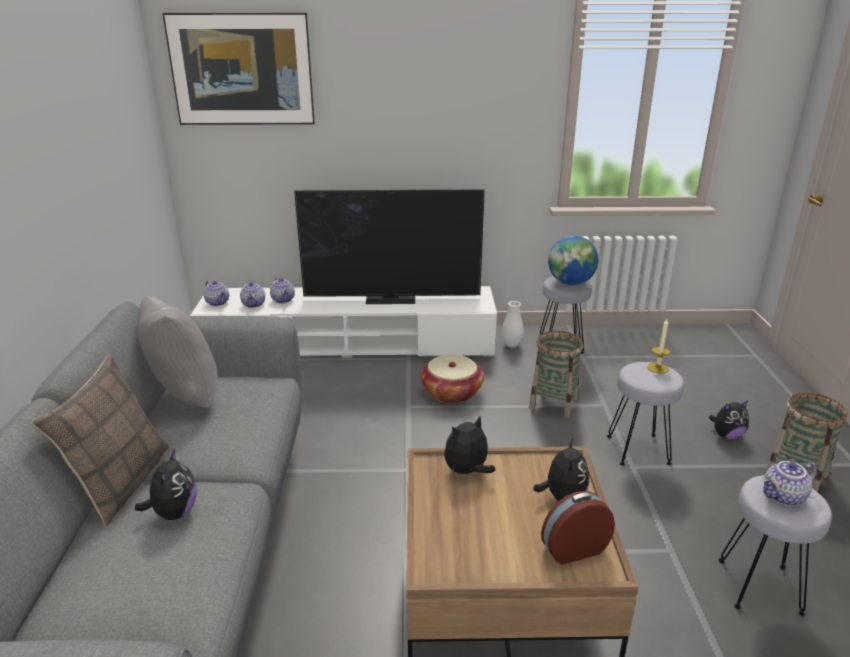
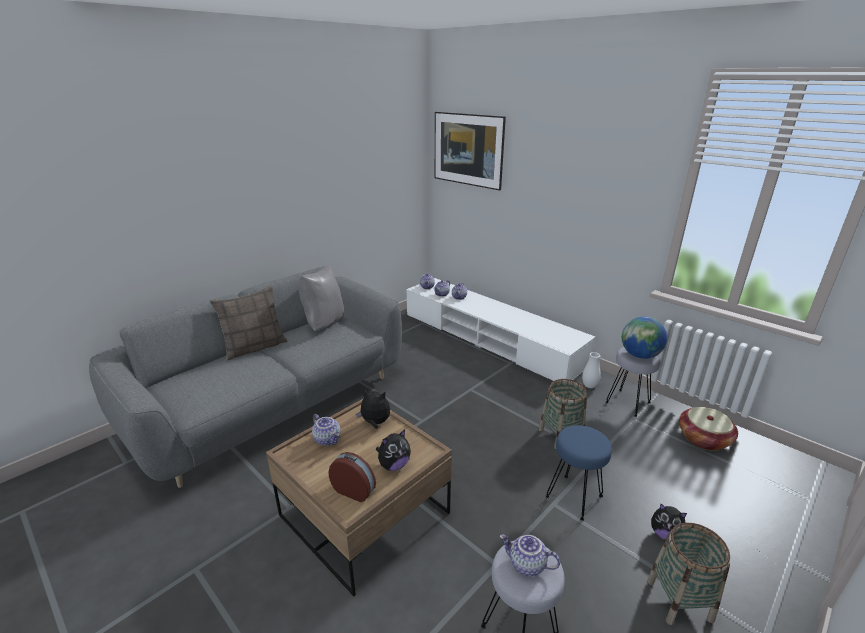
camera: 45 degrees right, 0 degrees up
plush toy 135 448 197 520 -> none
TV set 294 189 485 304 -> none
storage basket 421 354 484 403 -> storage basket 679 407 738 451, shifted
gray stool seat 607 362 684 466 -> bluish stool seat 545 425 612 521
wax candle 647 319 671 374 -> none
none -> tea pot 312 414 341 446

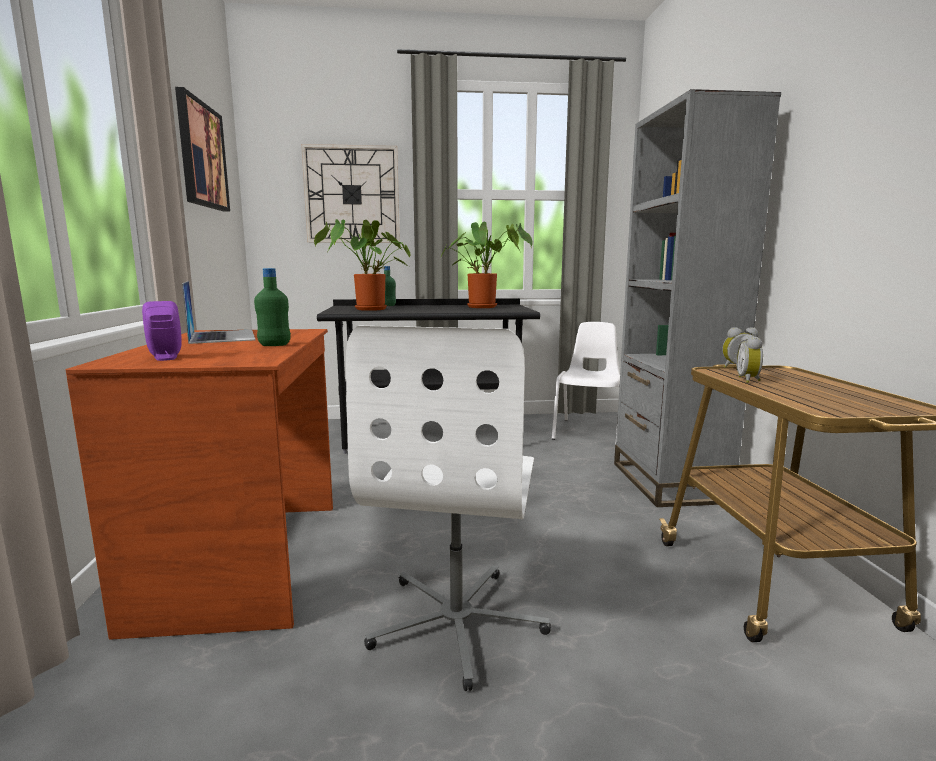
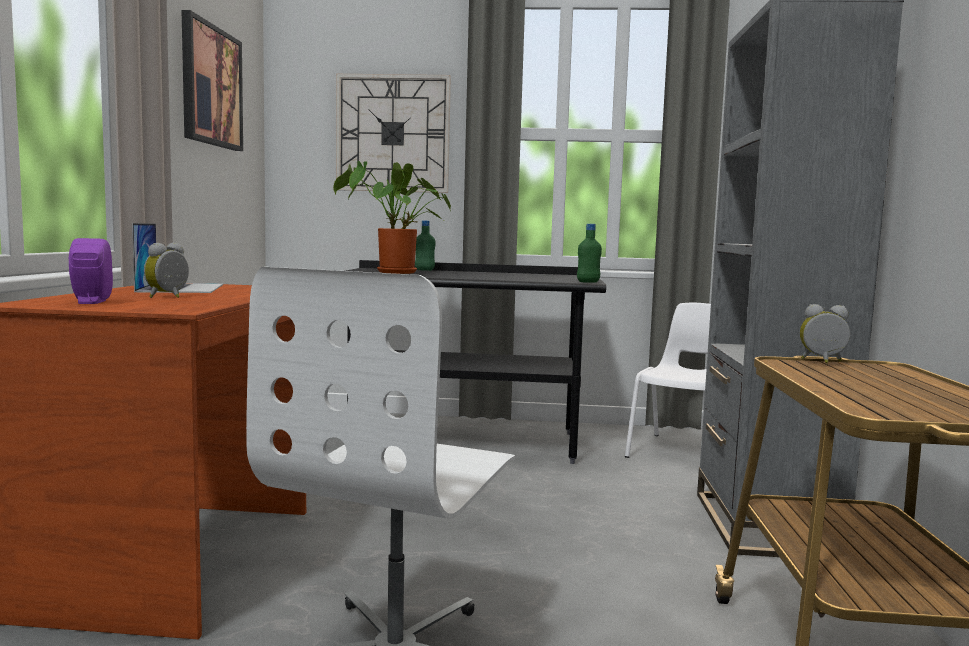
camera: 10 degrees right, 5 degrees down
greenish bottle 254 268 291 346 -> greenish bottle 577 224 602 283, shifted
plant in a pot 441 222 533 308 -> none
alarm clock 736 334 763 383 -> alarm clock 144 243 189 298, shifted

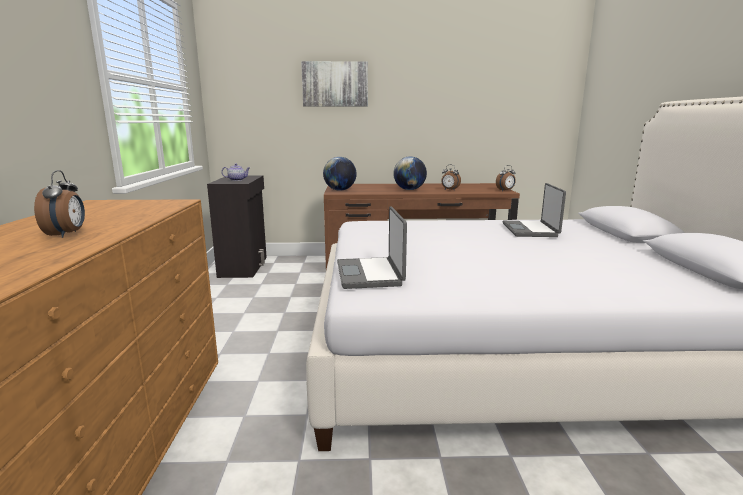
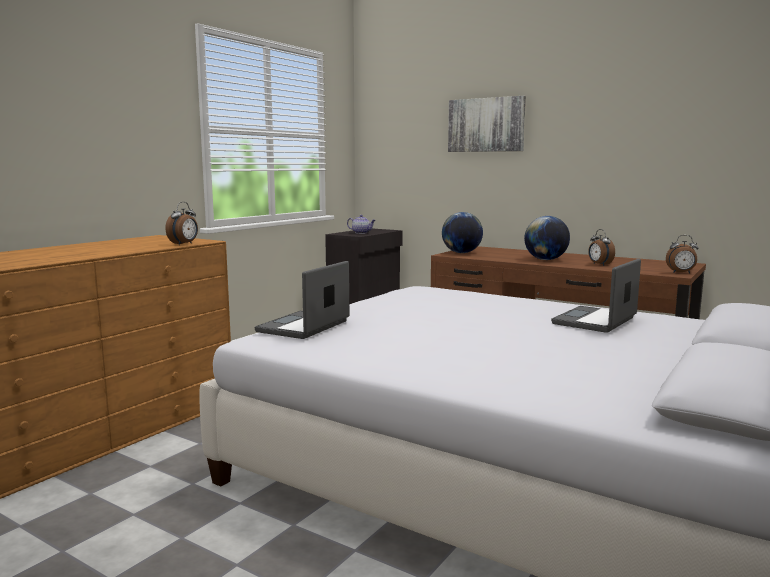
camera: 35 degrees right, 5 degrees down
alarm clock 34 170 85 238 -> alarm clock 165 202 198 245, shifted

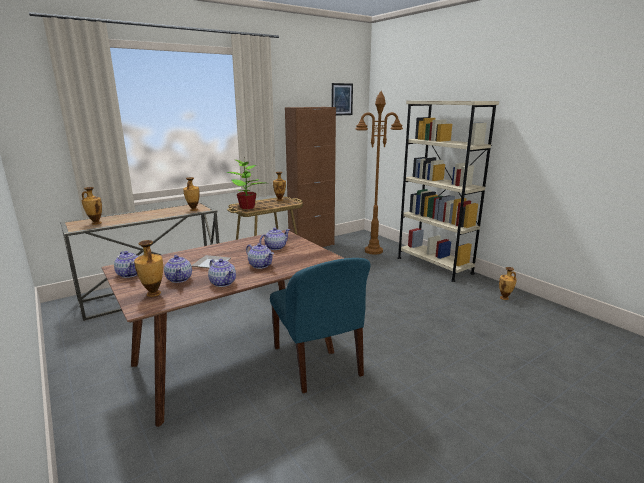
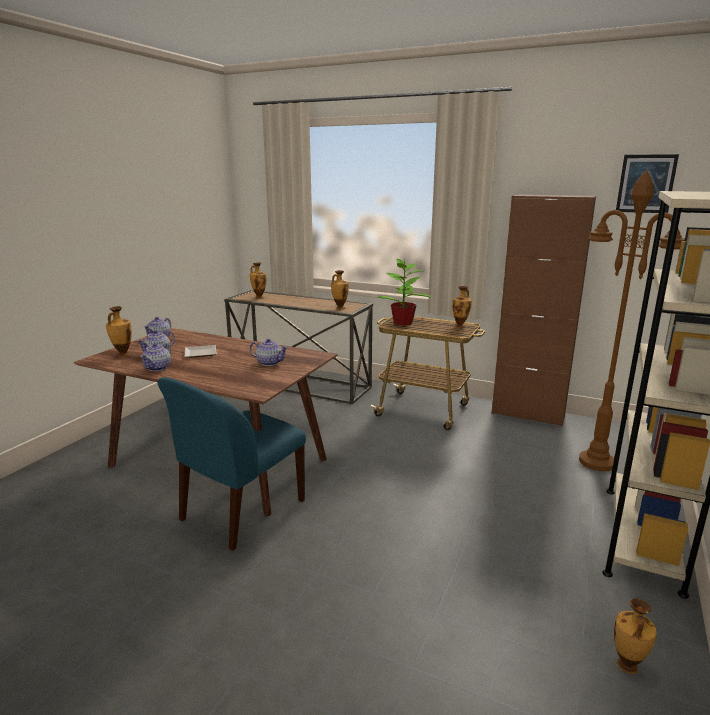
camera: 60 degrees right, 0 degrees up
tea pot 246 243 274 269 -> none

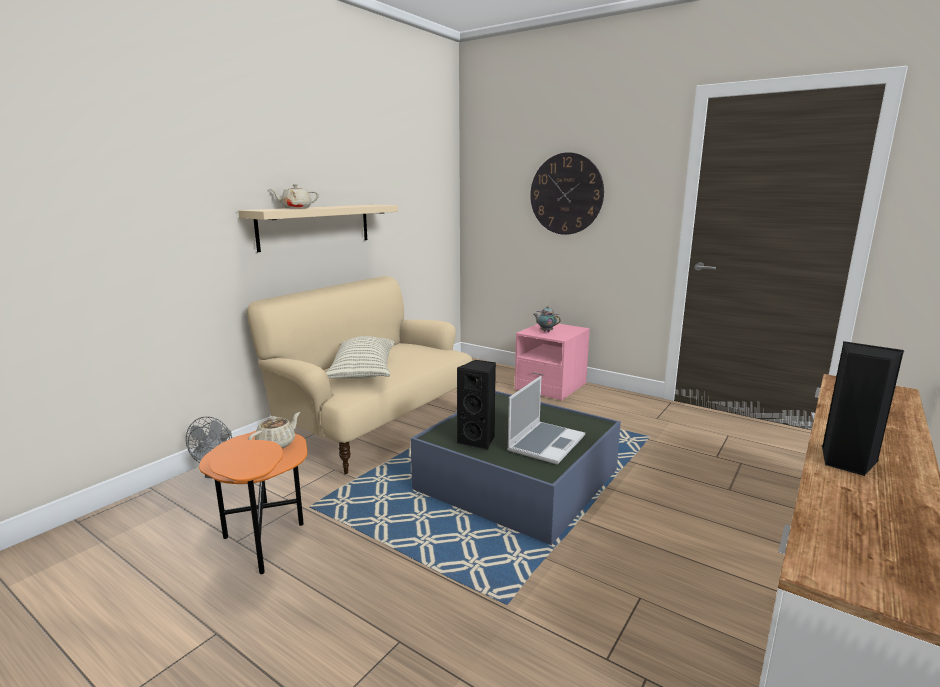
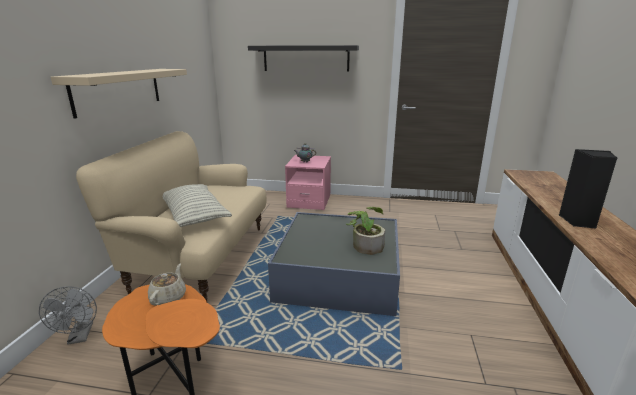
camera: 25 degrees left, 5 degrees up
beige tea pot 270 184 319 209 -> none
blackish speaker 457 360 496 450 -> none
laptop 507 376 585 464 -> plant in a pot 346 207 385 255
wall clock 530 152 604 235 -> blackish bracket shelf 248 45 359 72

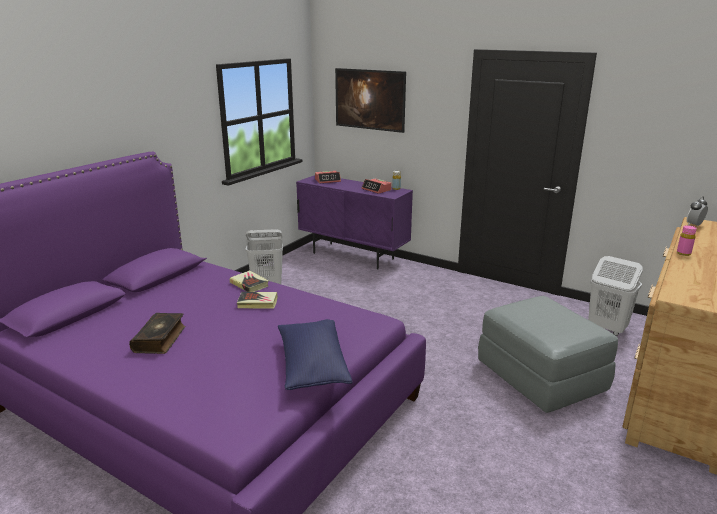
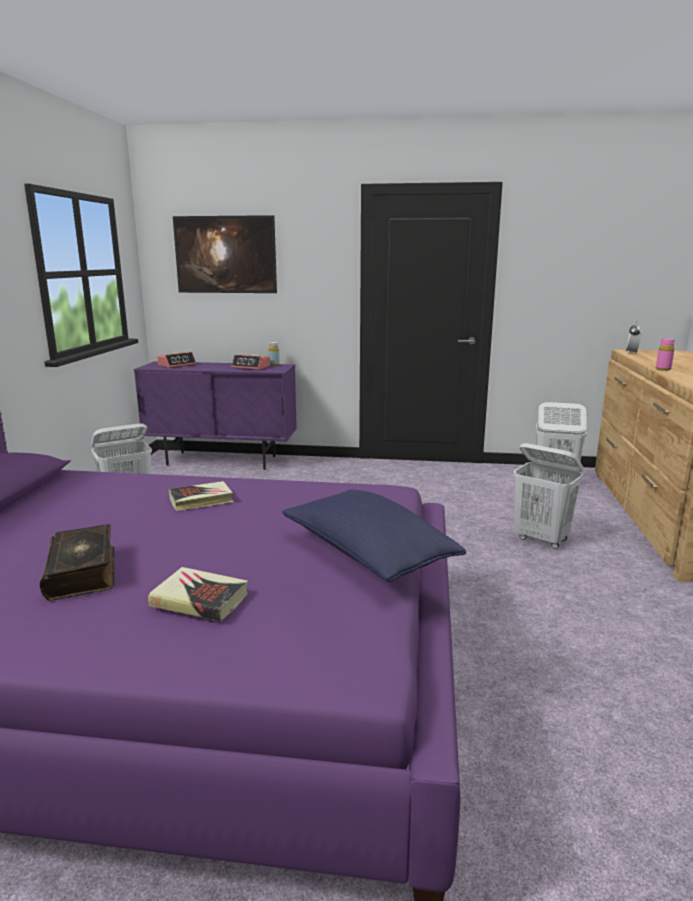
camera: 25 degrees left, 5 degrees down
volume 230 271 269 292 -> volume 148 567 248 621, shifted
gray footrest 478 296 618 413 -> white-coloured washing basket 513 443 583 549

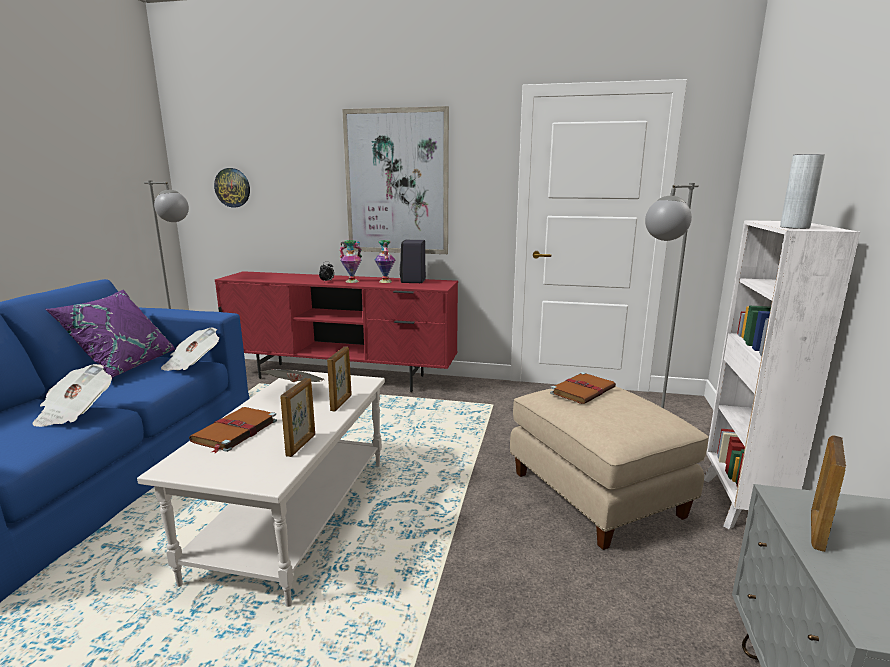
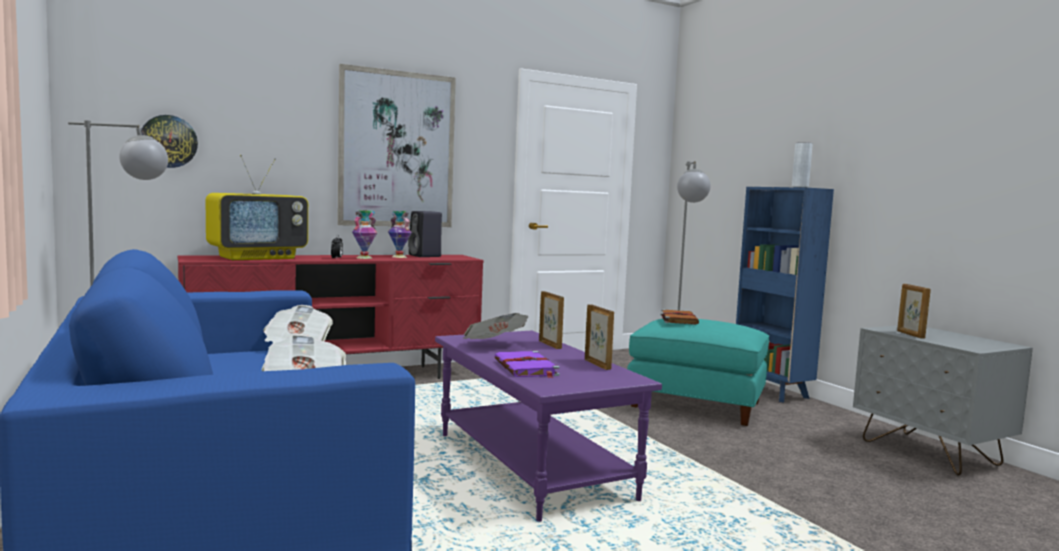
camera: 40 degrees left, 10 degrees down
purplish cushion 45 289 175 378 -> none
white-coloured lounge table 137 370 385 607 -> purplish lounge table 435 331 662 522
brown volume 189 407 277 453 -> purplish volume 495 351 560 378
beige footrest 510 386 709 550 -> turquoise-coloured footrest 627 319 769 426
white-coloured shelving unit 704 220 860 529 -> bluish shelving unit 736 187 834 402
none -> TV set 206 155 308 260

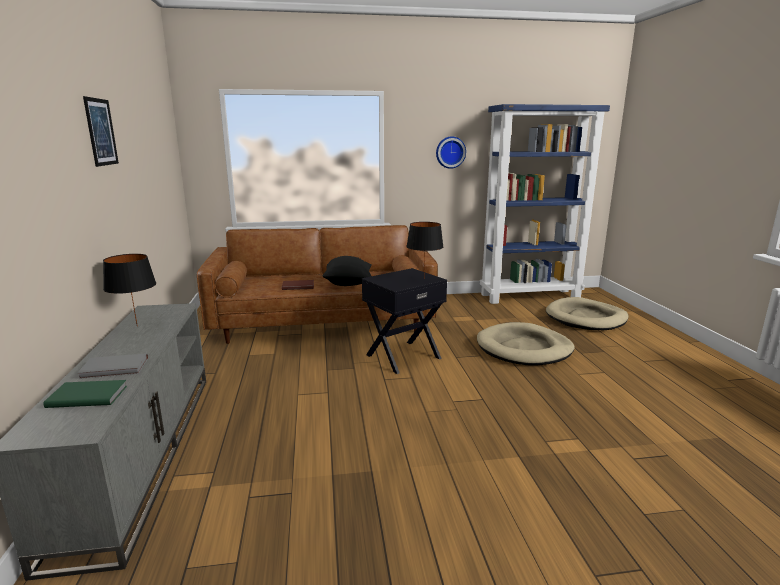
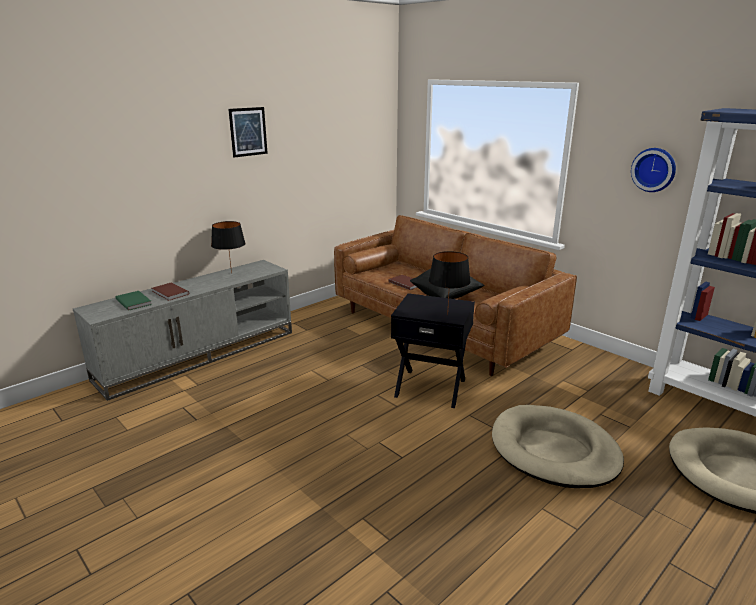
camera: 55 degrees right, 5 degrees up
gray volume 77 353 148 379 -> brown volume 152 282 189 301

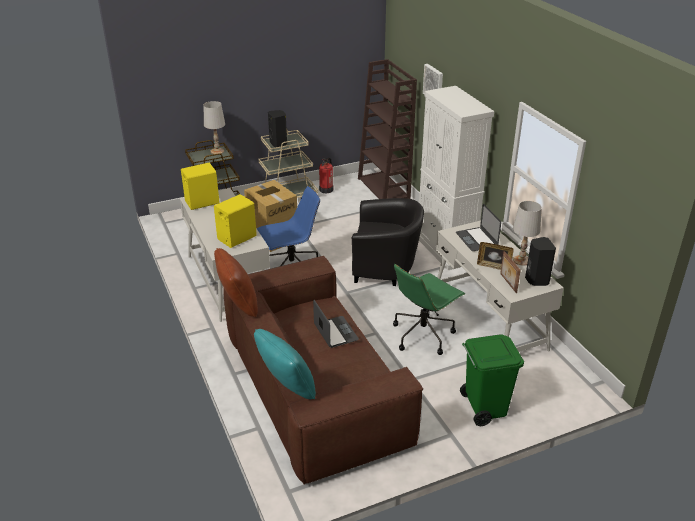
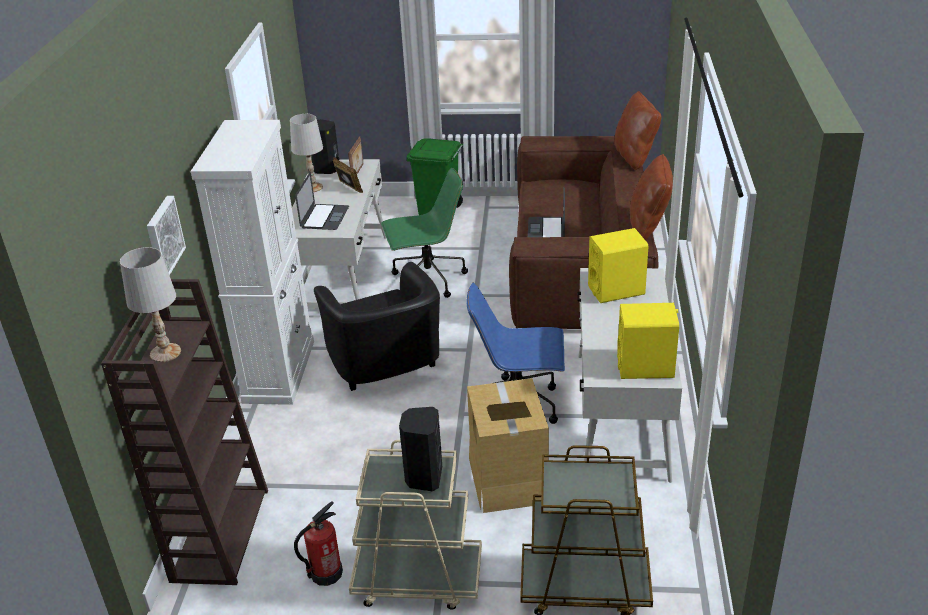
camera: 150 degrees left, 0 degrees up
white-coloured lamp for a table 204 101 225 154 -> white-coloured lamp for a table 120 247 181 362, shifted
turquoise-coloured cushion 254 329 316 399 -> brown cushion 614 91 662 170
blackish armchair 352 198 424 286 -> blackish armchair 314 262 440 391, 150 degrees counterclockwise

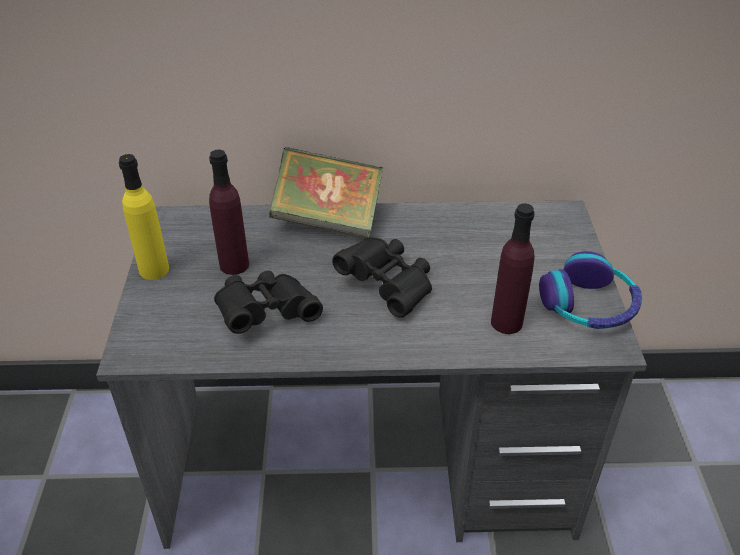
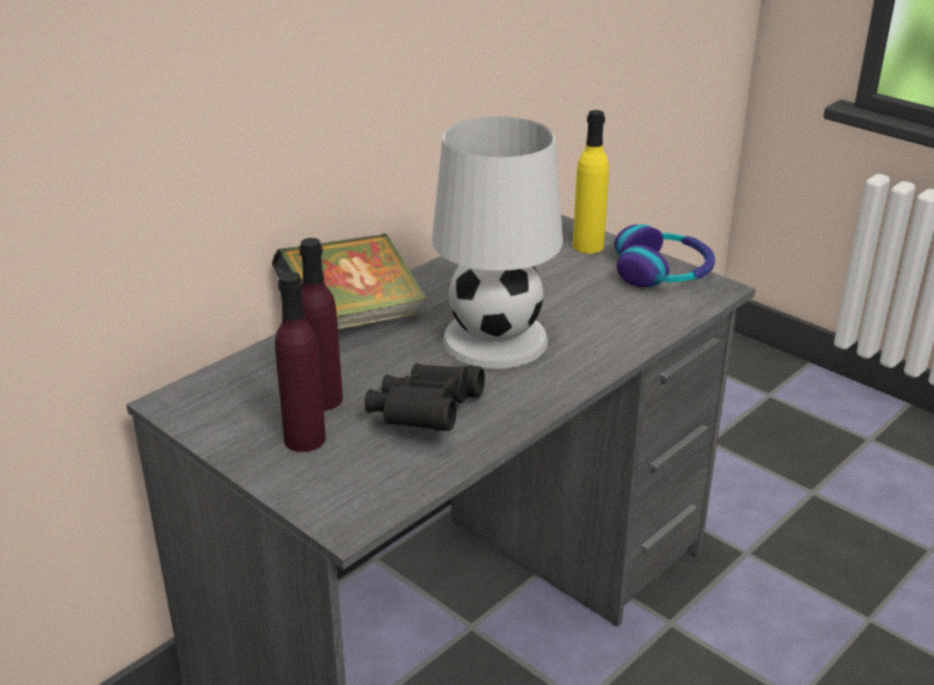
camera: 45 degrees left, 10 degrees down
yellowish bottle 119 154 169 280 -> yellowish bottle 573 110 609 254, shifted
blackish field glasses 332 237 432 318 -> white-coloured lamp for a table 432 117 563 369
purplish bottle 491 204 535 334 -> purplish bottle 275 272 326 452, shifted

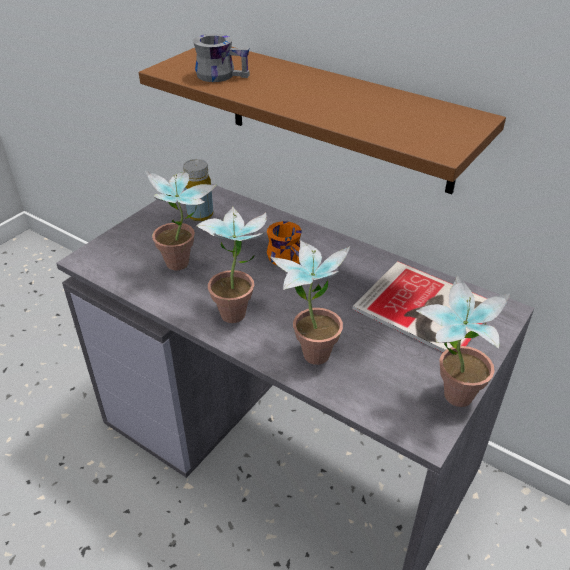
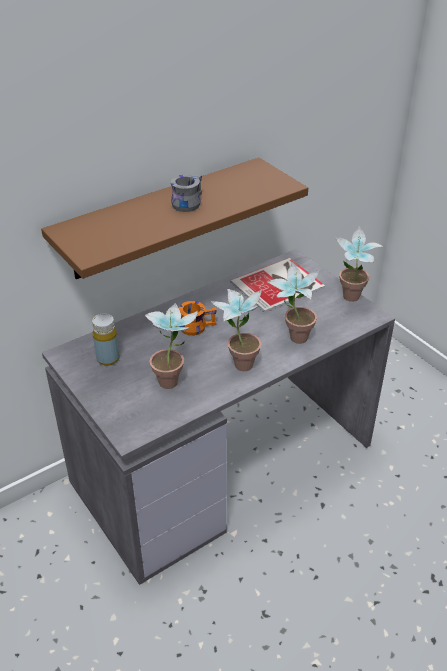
camera: 70 degrees left, 0 degrees up
gray tea mug 193 34 249 82 -> gray tea mug 171 174 202 212, shifted

